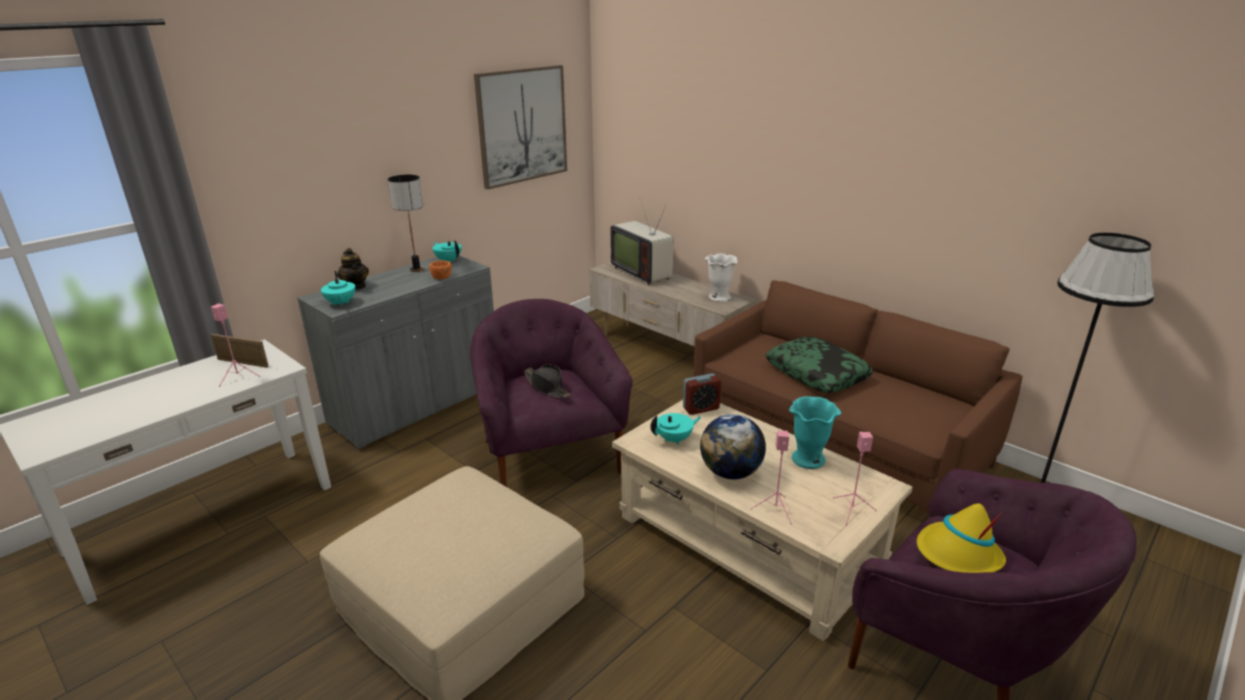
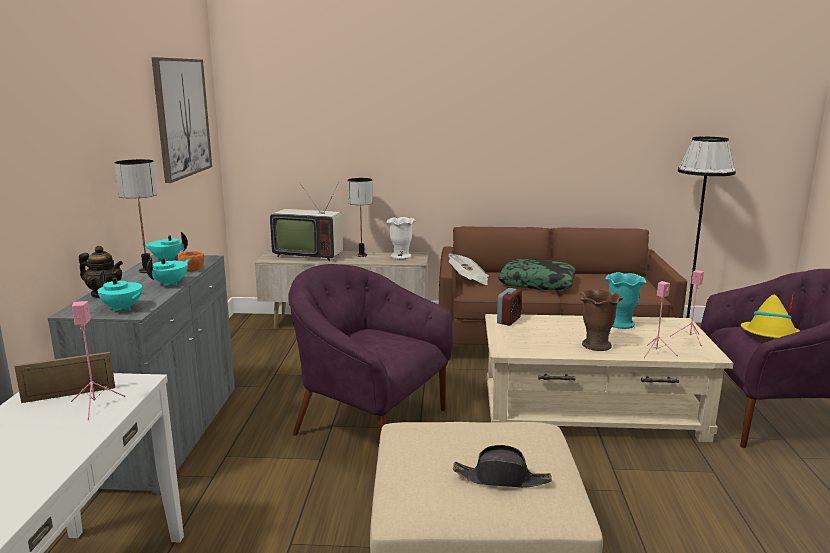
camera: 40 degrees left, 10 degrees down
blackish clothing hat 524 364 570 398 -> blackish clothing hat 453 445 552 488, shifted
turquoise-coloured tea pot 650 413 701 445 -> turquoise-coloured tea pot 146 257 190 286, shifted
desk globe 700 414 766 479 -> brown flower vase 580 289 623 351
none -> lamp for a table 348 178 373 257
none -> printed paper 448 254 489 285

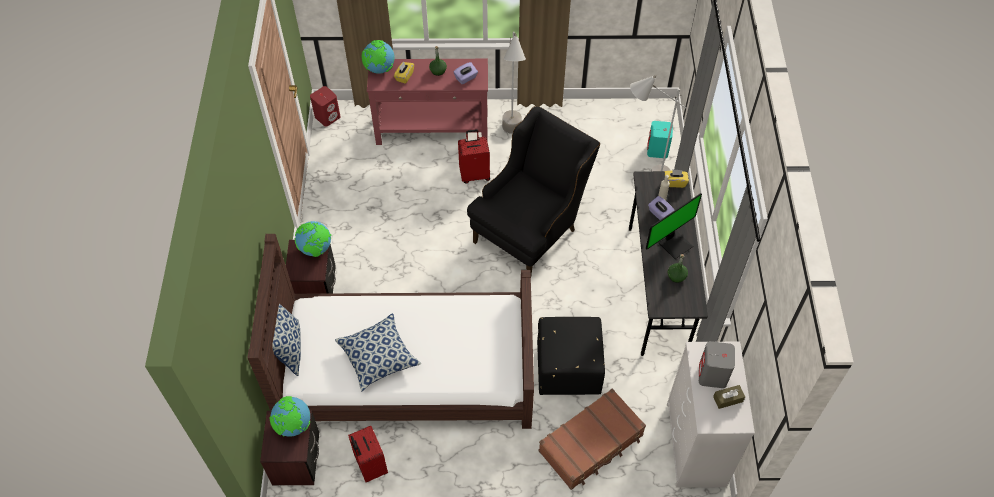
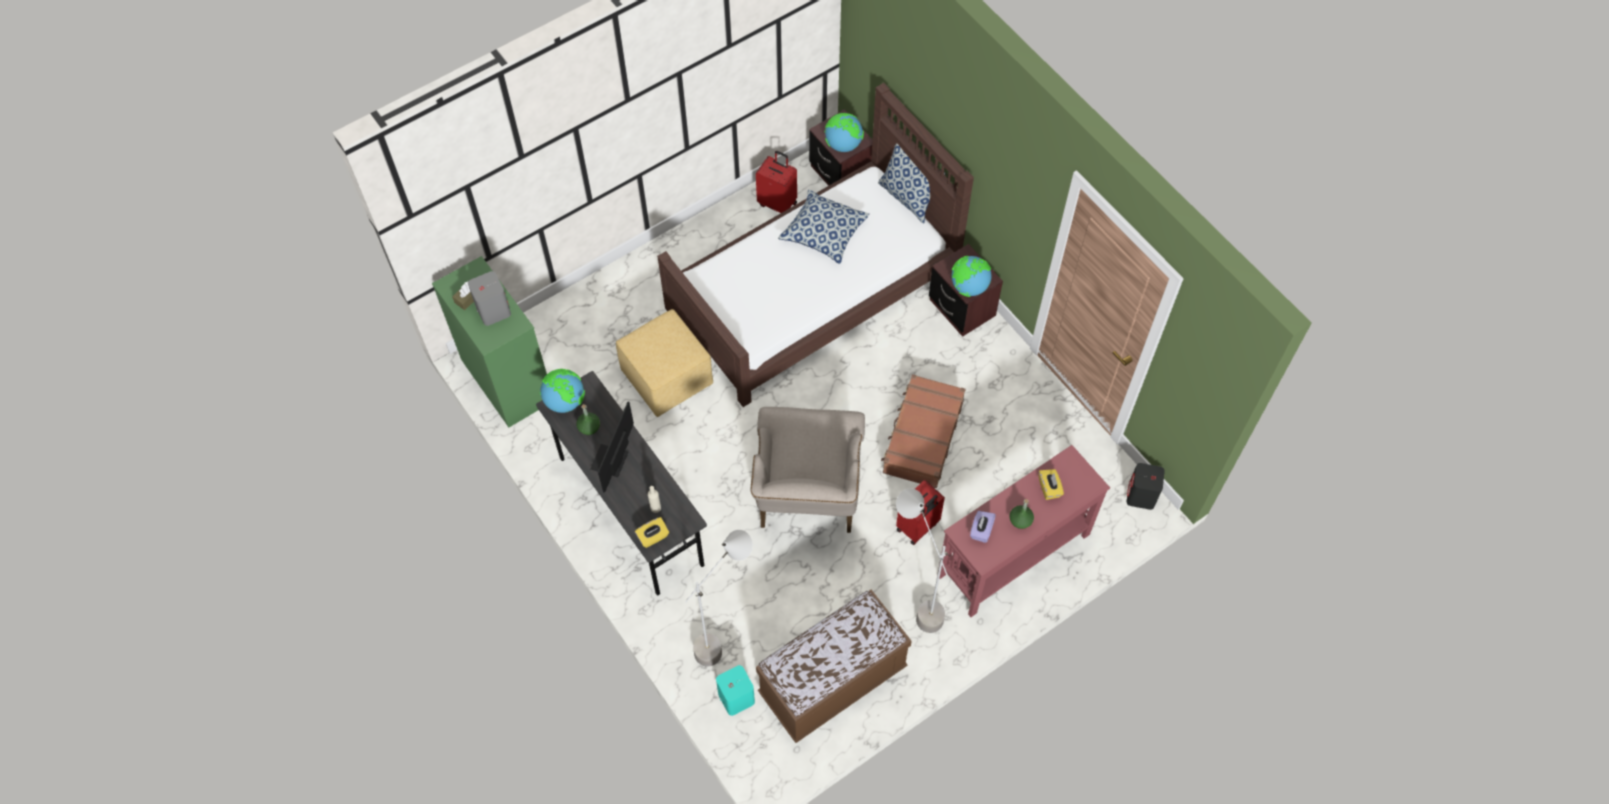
camera: 145 degrees right, 5 degrees up
reddish speaker 310 86 340 127 -> blackish speaker 1127 463 1165 510
desk globe 361 40 395 74 -> desk globe 540 369 585 413, shifted
blackish armchair 467 106 600 275 -> beige armchair 751 407 865 533
blackish footrest 537 317 605 395 -> yellowish footrest 616 309 713 417
brown suitcase 539 388 646 490 -> brown suitcase 881 374 965 488, shifted
purplish tissue box 648 196 674 220 -> none
white-coloured dresser 667 342 755 488 -> greenish dresser 432 256 547 427
none -> brown bench 756 590 912 743

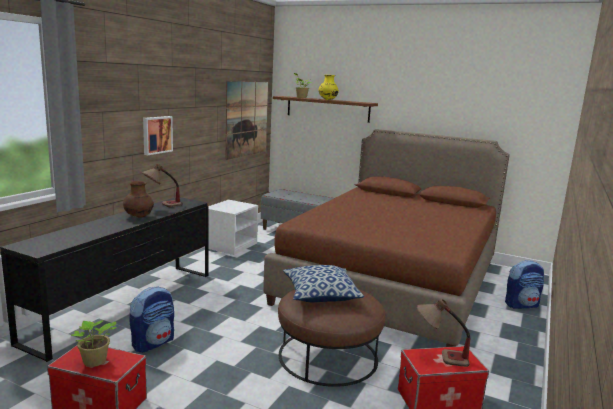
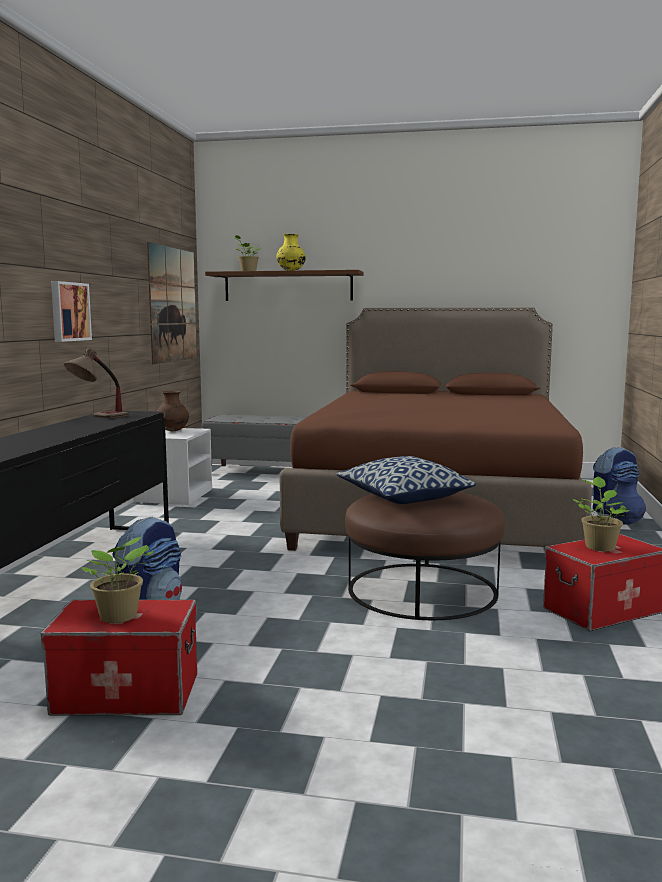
camera: 15 degrees left, 5 degrees down
brown flower vase 123 181 154 218 -> brown flower vase 157 391 189 431, shifted
lamp for a table 417 299 470 367 -> plant in a pot 572 477 630 552
none -> bluish flower vase 606 478 646 525

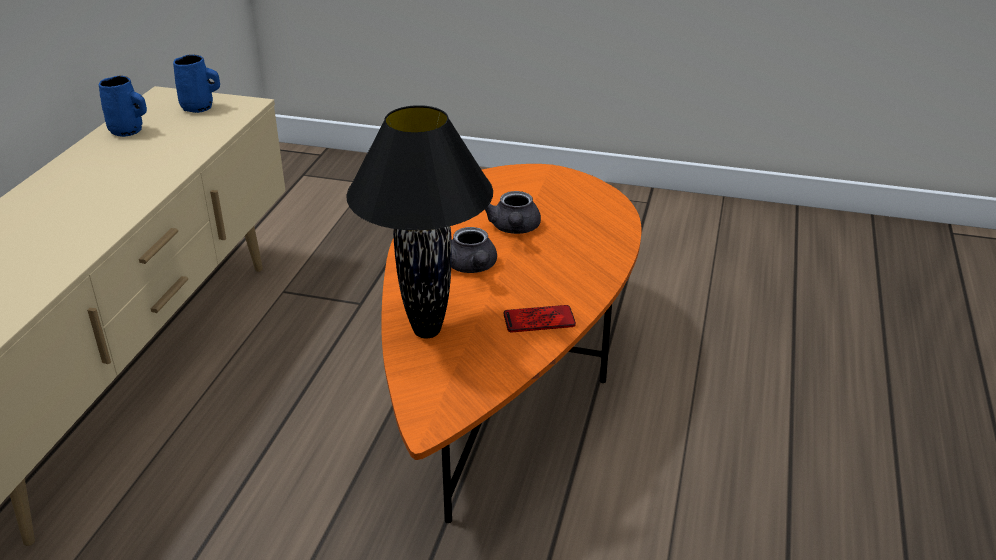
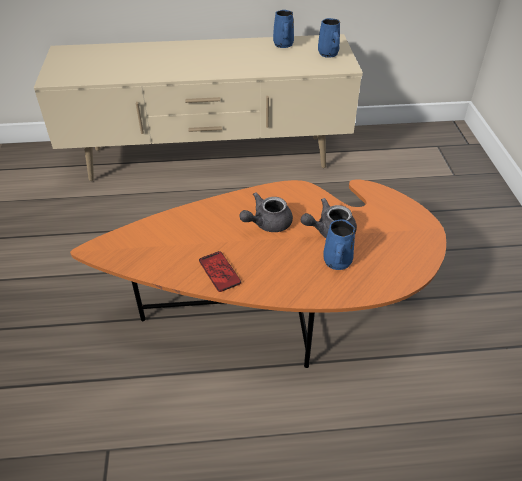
camera: 70 degrees right, 10 degrees up
blackish lamp for a table 347 105 493 338 -> none
none -> bluish tea mug 323 219 355 270

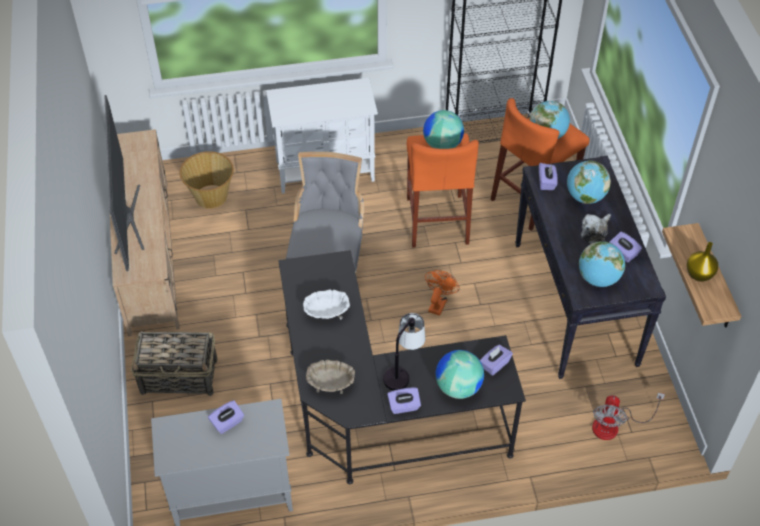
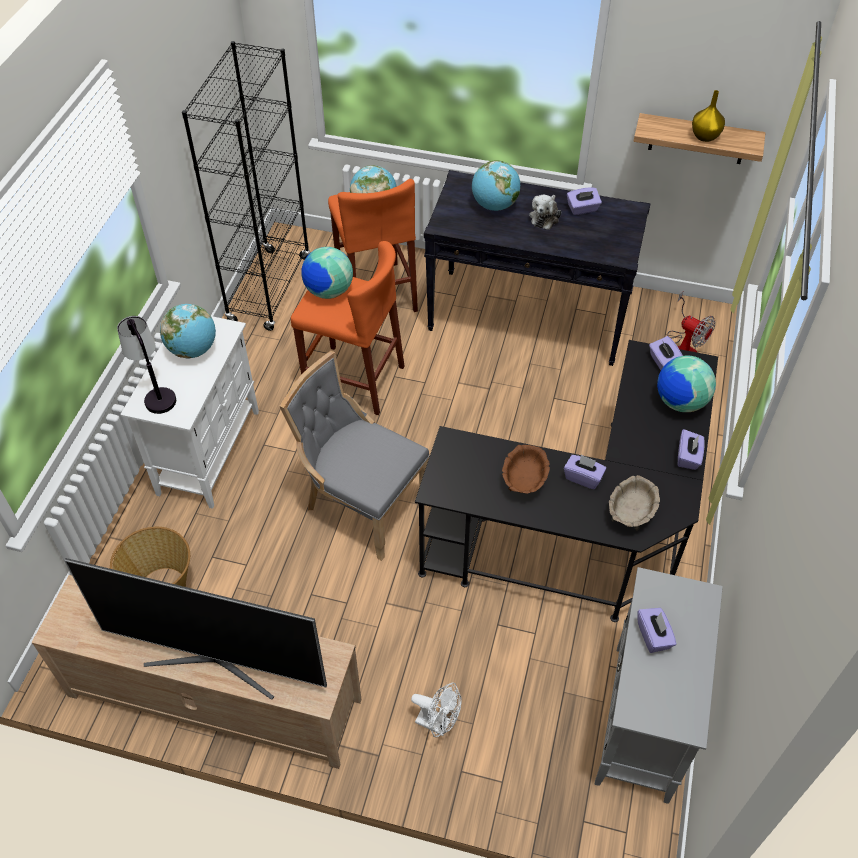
camera: 65 degrees left, 0 degrees up
storage basket 131 332 217 396 -> white-coloured cooling fan 411 682 462 737
white-coloured bowl 303 290 350 320 -> brown bowl 502 445 550 494
lamp for a table 383 313 425 391 -> lamp for a table 117 316 176 414, shifted
orange cooling fan 425 270 460 316 -> none
purplish tissue box 539 163 558 190 -> purplish tissue box 564 455 606 489, shifted
desk globe 579 241 625 287 -> desk globe 160 304 216 358, shifted
plush toy 581 214 611 244 -> plush toy 529 194 561 230, 45 degrees clockwise

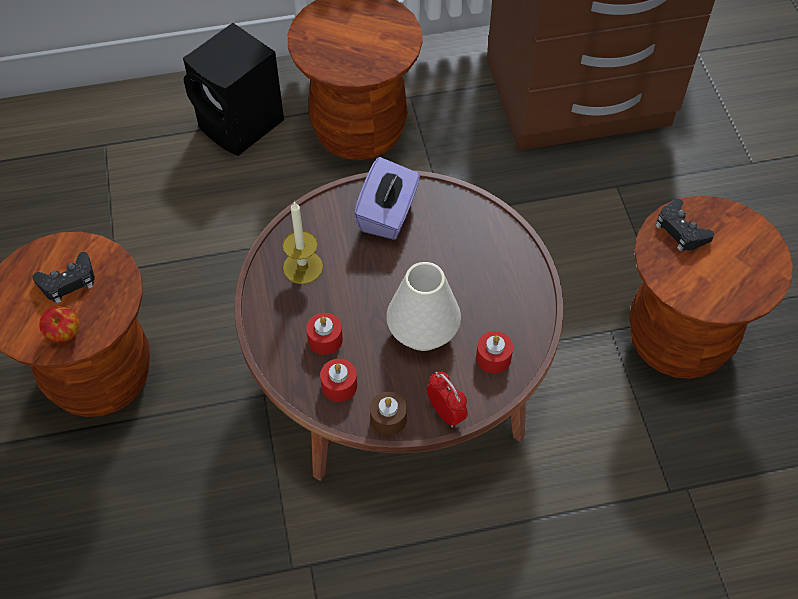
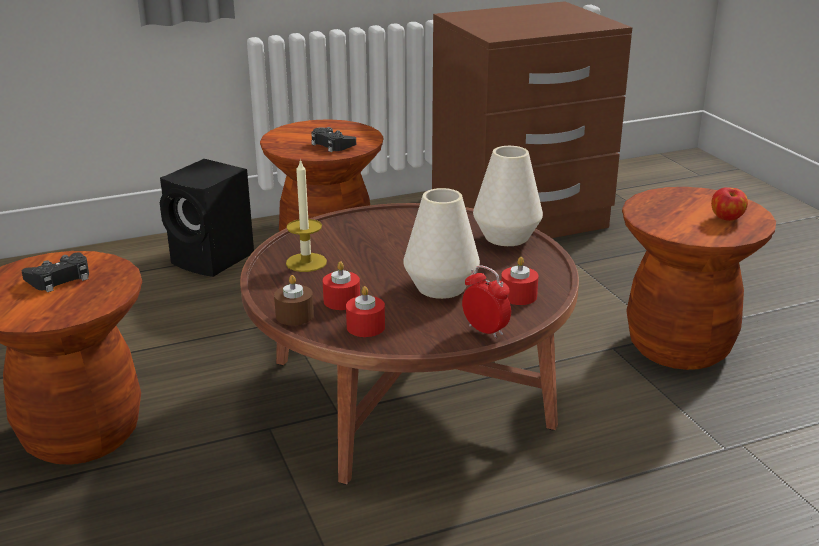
camera: 10 degrees left, 30 degrees down
apple fruit 39 306 80 342 -> apple fruit 711 187 748 221, shifted
purplish tissue box 354 157 420 240 -> none
brown wax candle 370 392 407 436 -> brown wax candle 274 275 314 325, shifted
blackish joypad 655 198 714 251 -> blackish joypad 311 127 356 152, shifted
none -> white-coloured flower vase 473 146 543 246

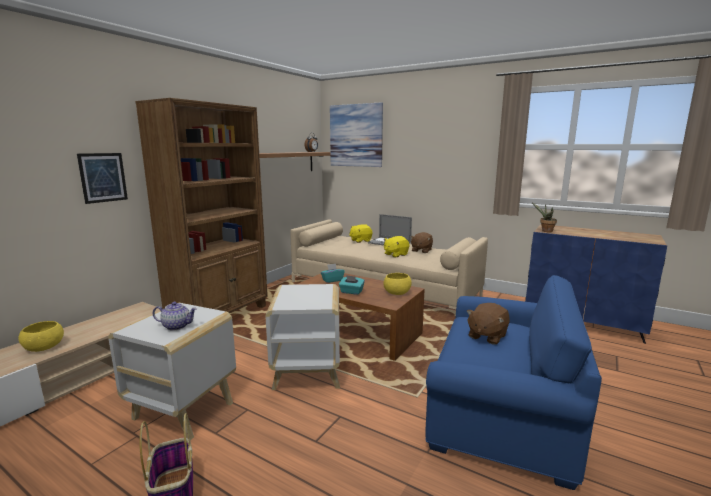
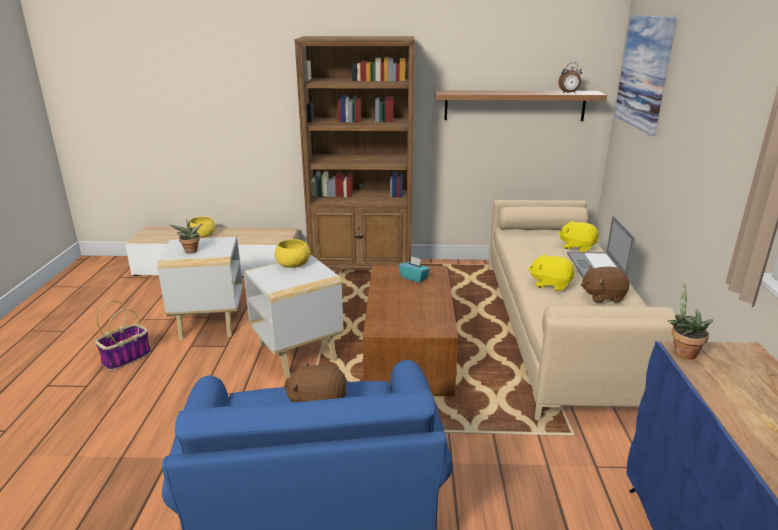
camera: 60 degrees right, 10 degrees up
wall picture 77 153 128 204 -> none
tea pot 153 302 197 331 -> plant in a pot 170 220 202 254
turquoise-coloured tissue box 339 275 365 295 -> none
yellowish bowl 384 273 411 295 -> yellowish bowl 275 239 310 268, shifted

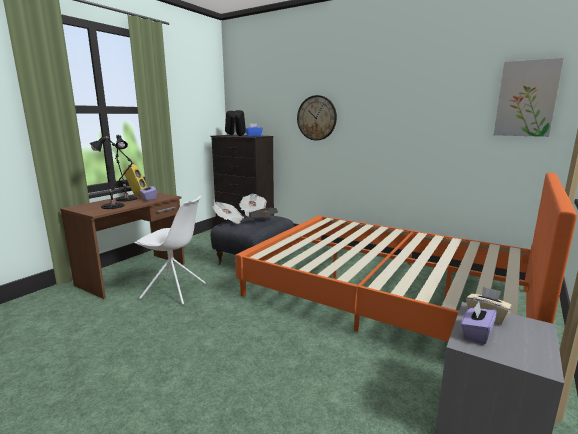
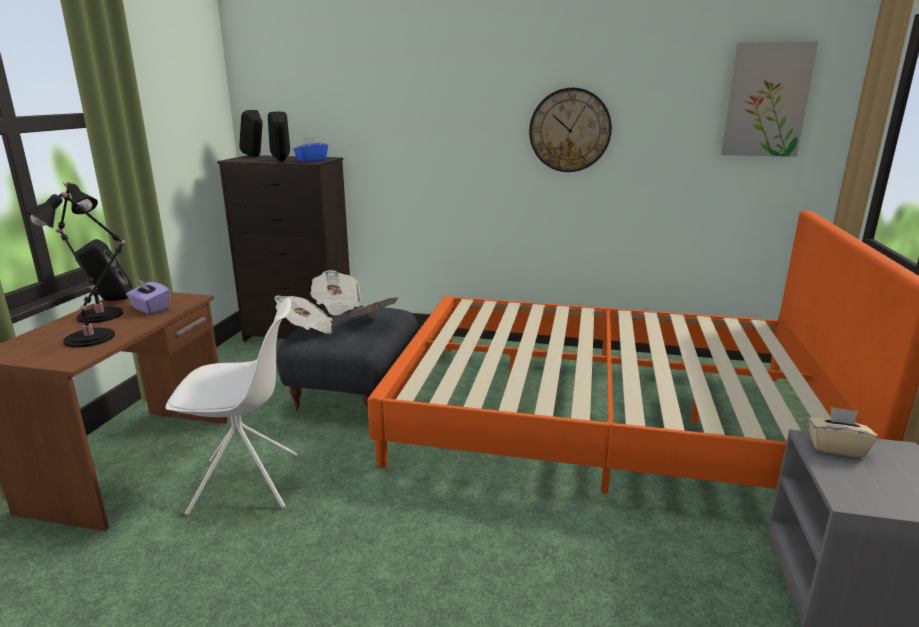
camera: 20 degrees left, 5 degrees up
yellowish speaker 123 164 147 195 -> blackish speaker 75 239 133 301
wall clock 297 95 337 141 -> wall clock 529 87 612 172, shifted
purplish tissue box 461 302 497 344 -> none

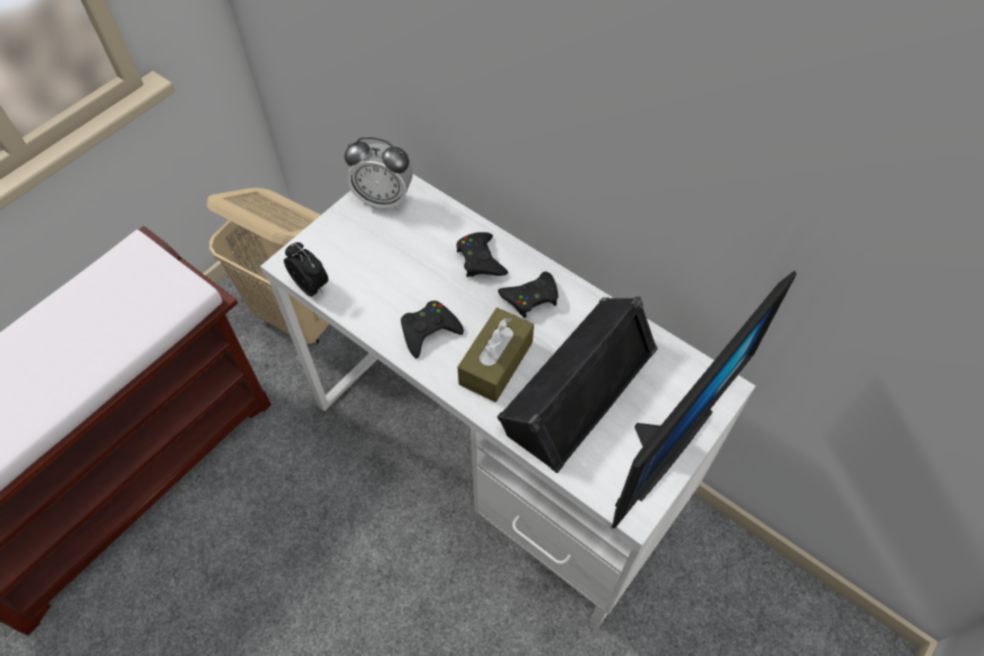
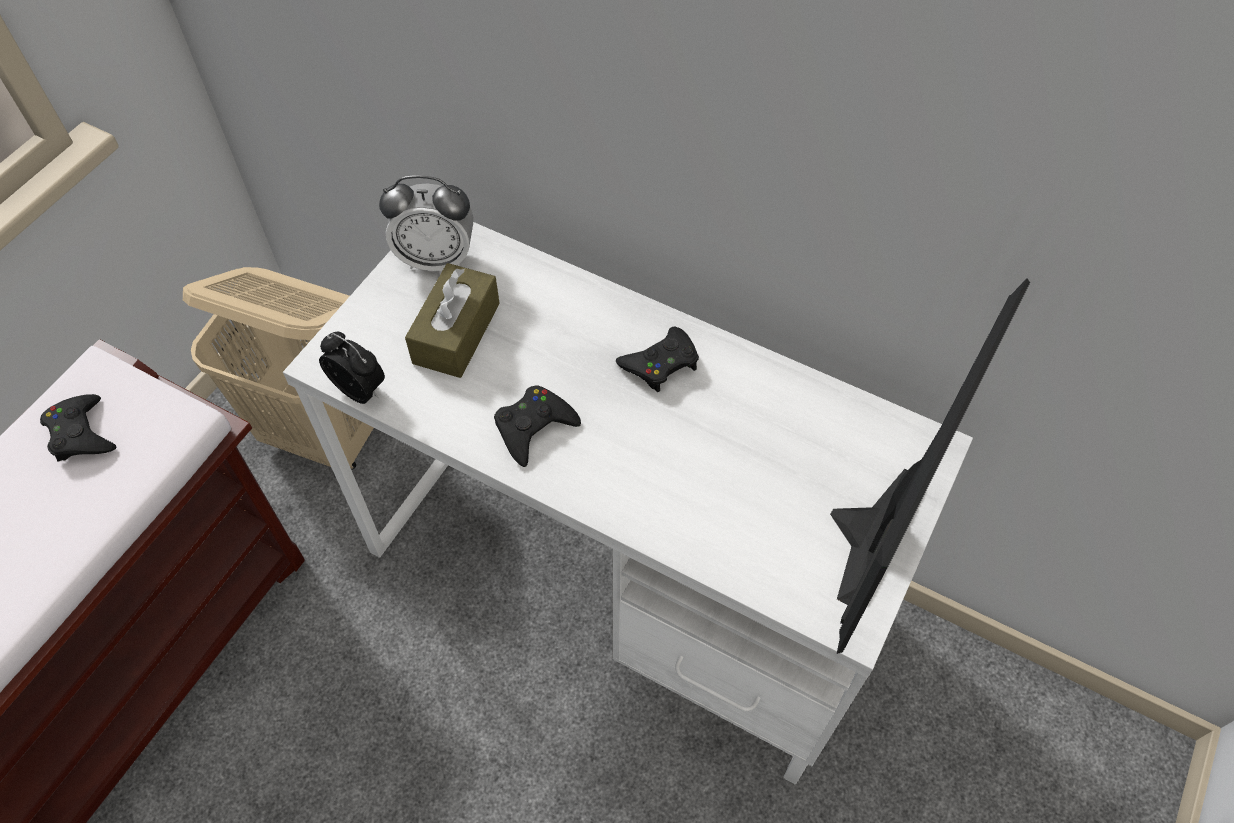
camera: 10 degrees left, 0 degrees up
blackish joypad 456 232 508 277 -> blackish joypad 40 394 116 462, shifted
brown tissue box 457 307 534 402 -> brown tissue box 405 263 500 378, shifted
blackish speaker 497 297 658 473 -> none

